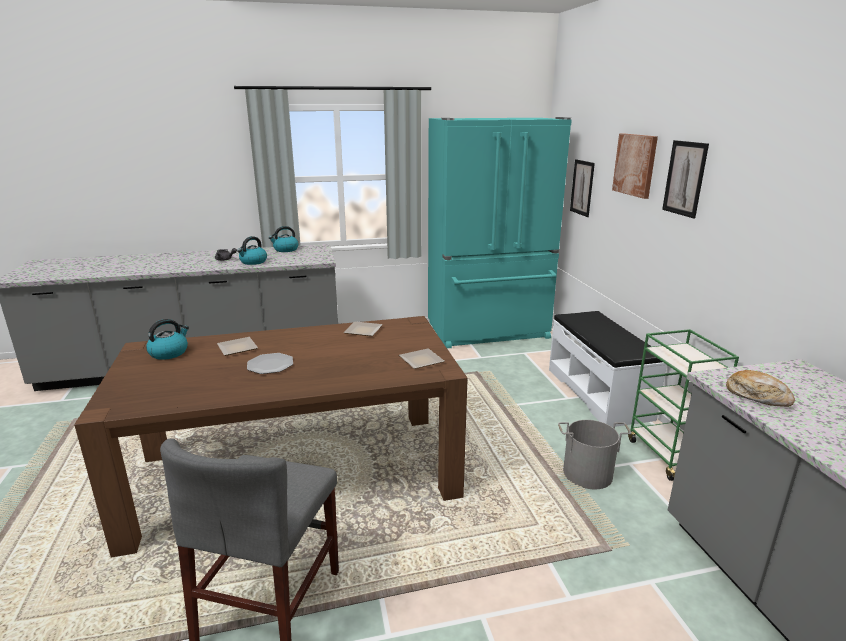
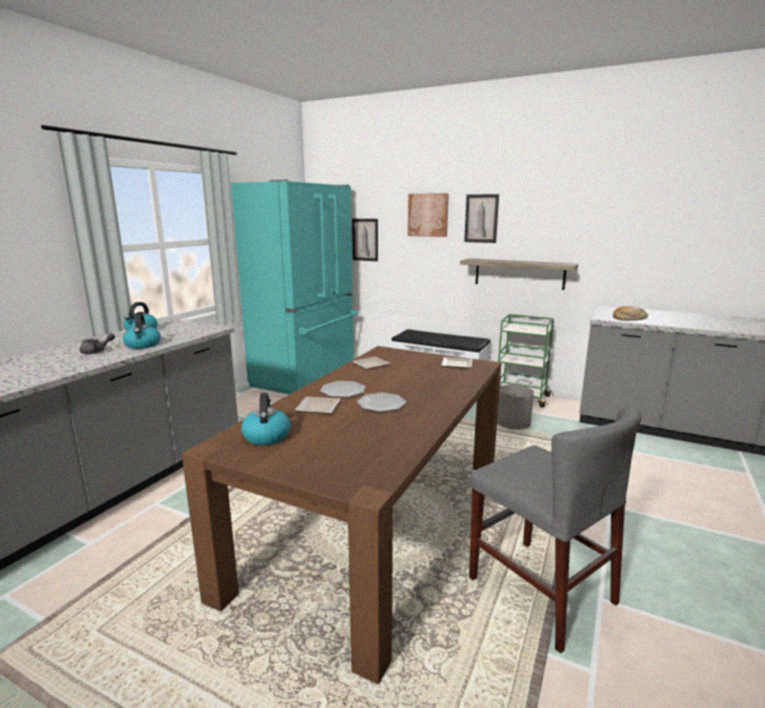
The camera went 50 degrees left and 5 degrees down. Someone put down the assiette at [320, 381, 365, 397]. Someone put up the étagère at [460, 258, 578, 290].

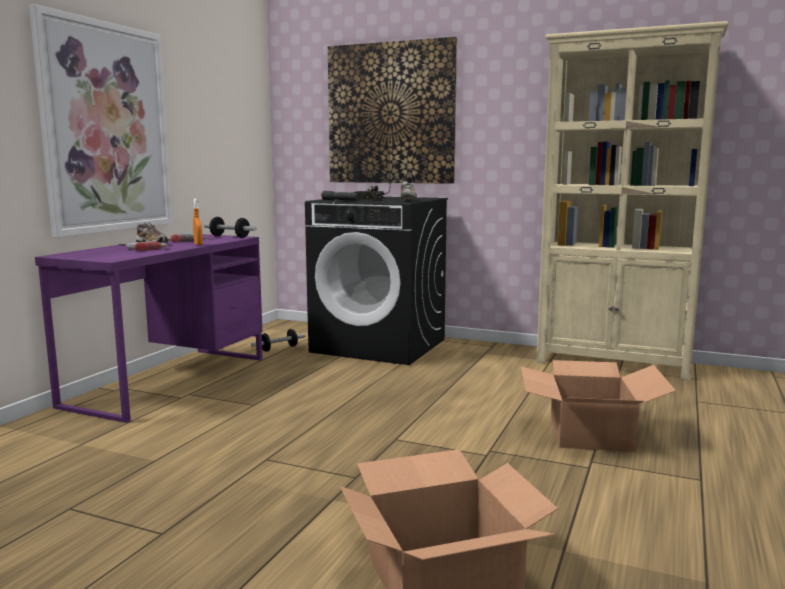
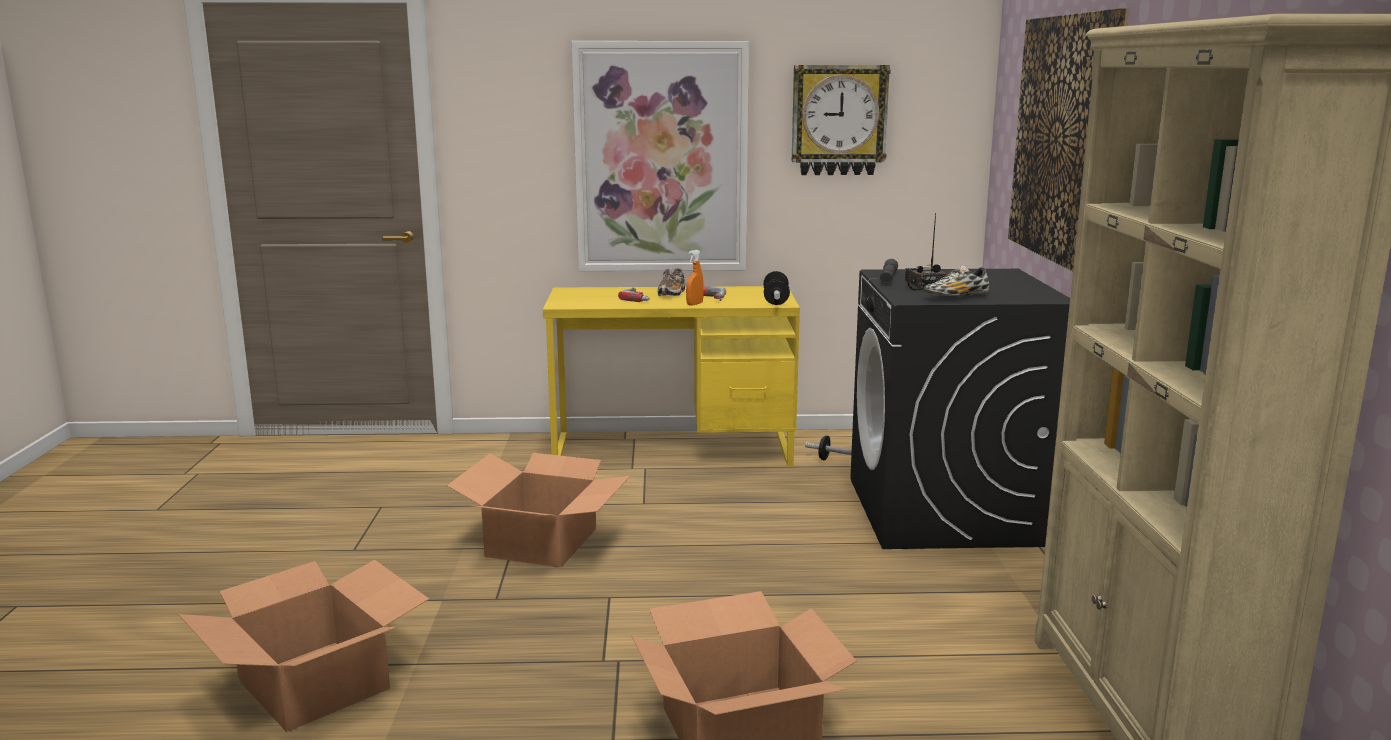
The camera went 65 degrees right and 5 degrees up. Someone put down the carton at [447, 453, 630, 568]. Someone repainted the bureau (violet) at [35, 234, 263, 423], which became the bureau (jaune) at [543, 286, 800, 466]. Someone put up the horloge murale at [792, 65, 891, 175].

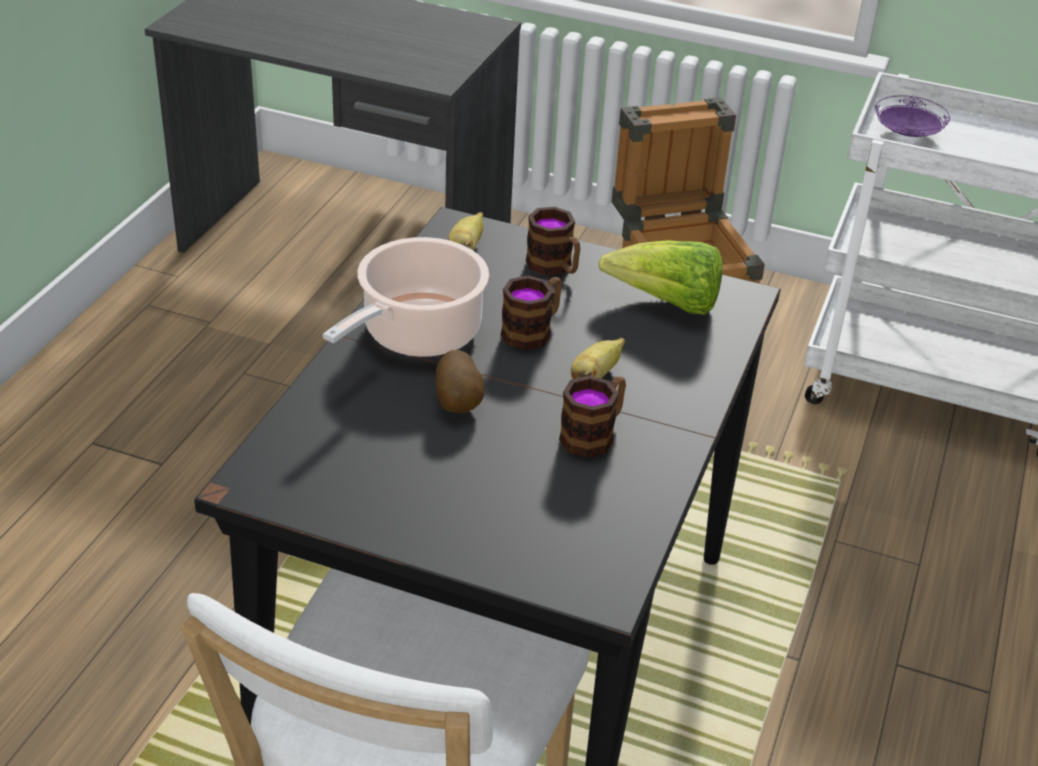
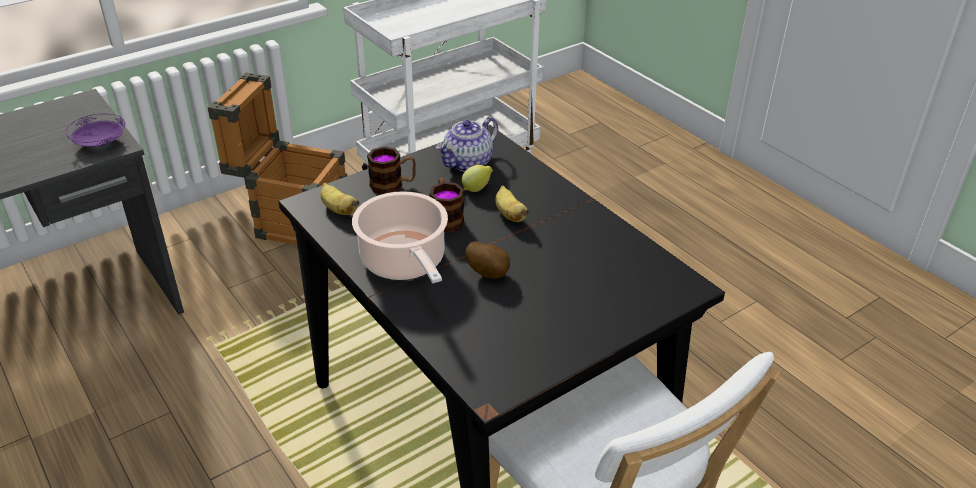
The camera went 55 degrees left and 0 degrees up. Someone carried the assiette (violet) from [875, 95, 950, 137] to [65, 113, 125, 147]. Someone swapped the laitue at [598, 240, 723, 315] for the théière at [436, 117, 498, 172]. Someone put down the citron at [462, 165, 493, 192]. Someone took away the mug at [559, 375, 626, 458].

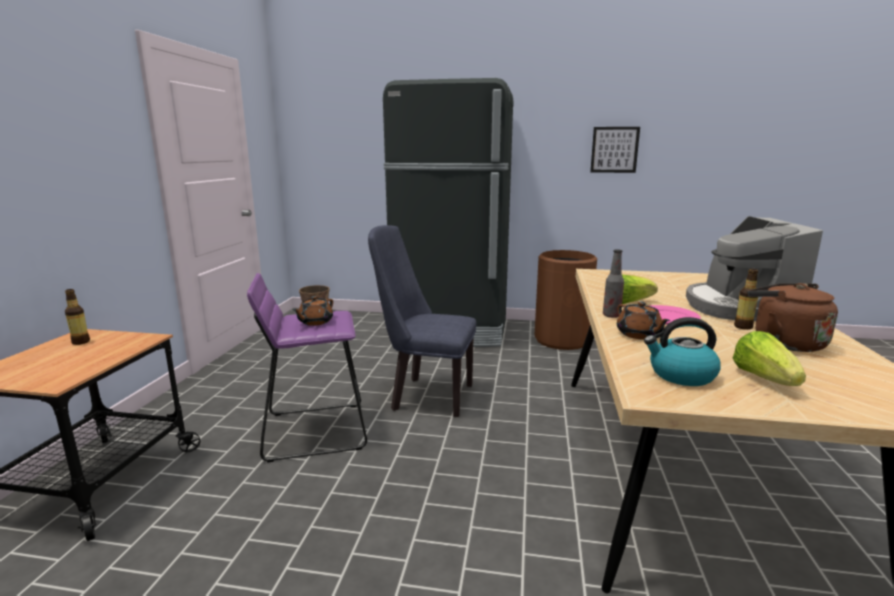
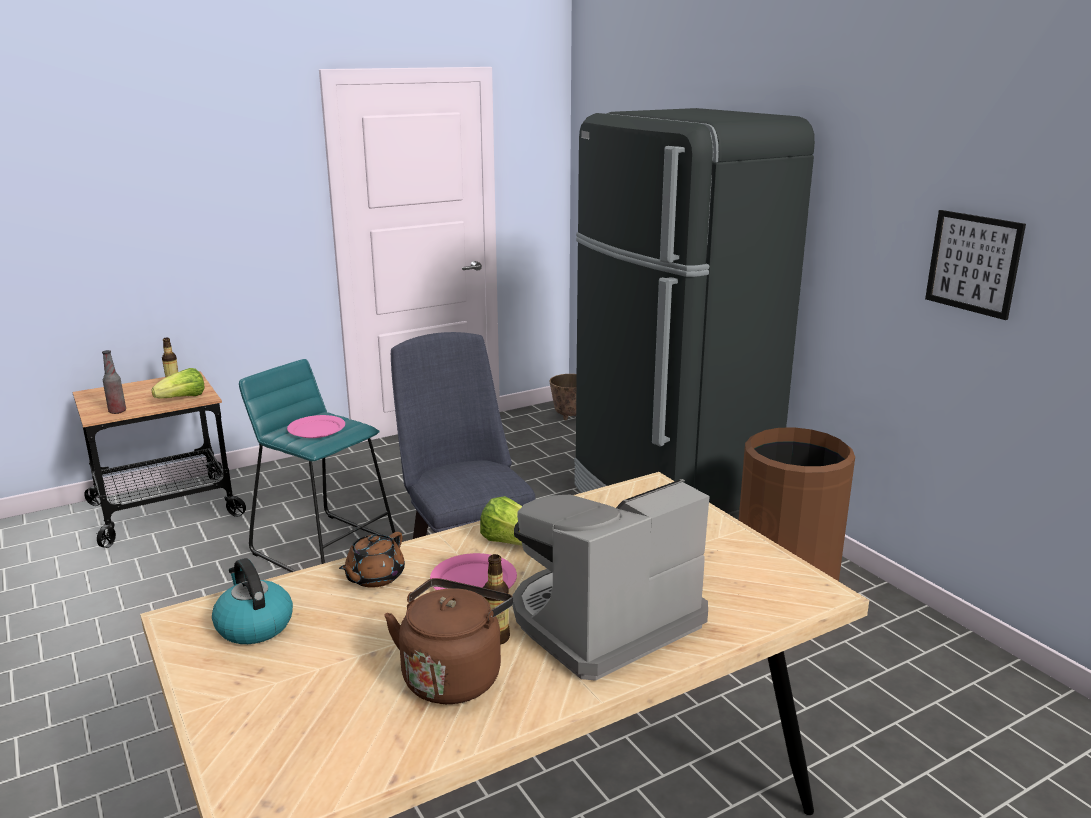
The camera went 50 degrees right and 5 degrees up. Someone carried the bouteille from [603, 249, 624, 318] to [102, 350, 126, 414]. Someone carried the laitue from [732, 331, 806, 386] to [152, 368, 205, 398]. Someone repainted the tabouret (violet) at [247, 273, 367, 463], which became the tabouret (turquoise) at [239, 359, 397, 572]. Someone swapped the théière (marron) at [292, 296, 333, 326] for the assiette (rose) at [287, 415, 345, 438].

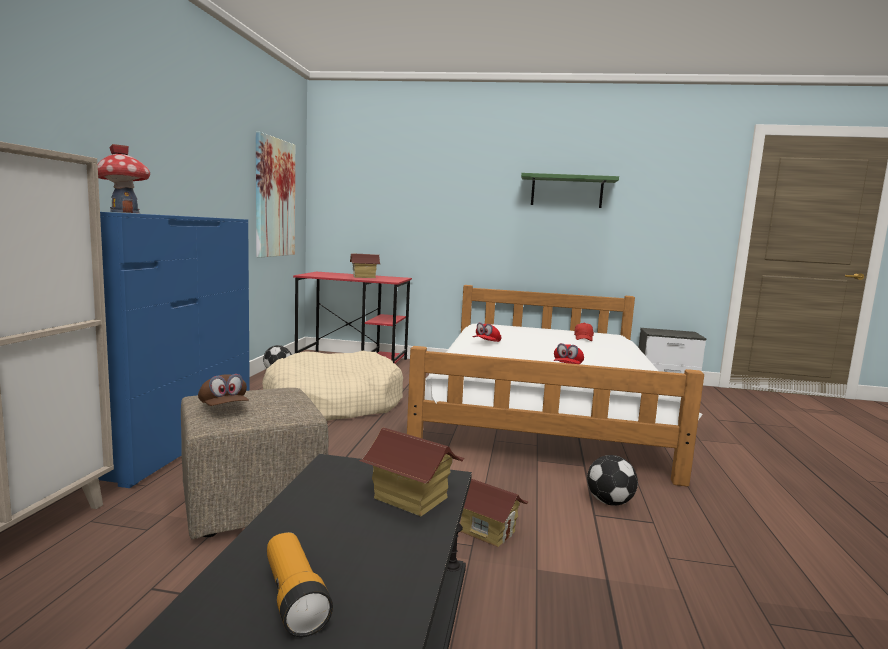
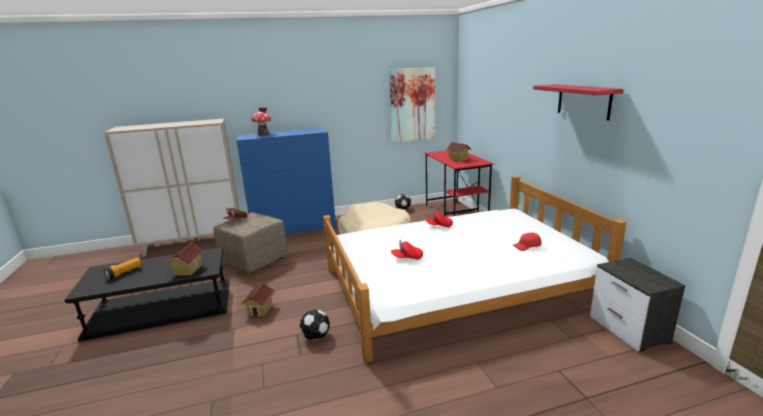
The camera went 65 degrees right and 10 degrees up. Someone repainted the étagère (vert) at [521, 173, 619, 208], which became the étagère (rouge) at [533, 84, 623, 121].

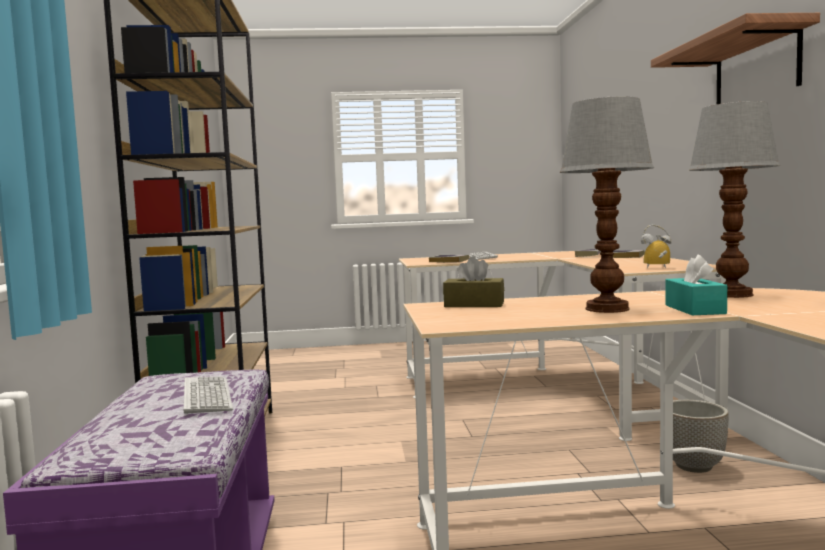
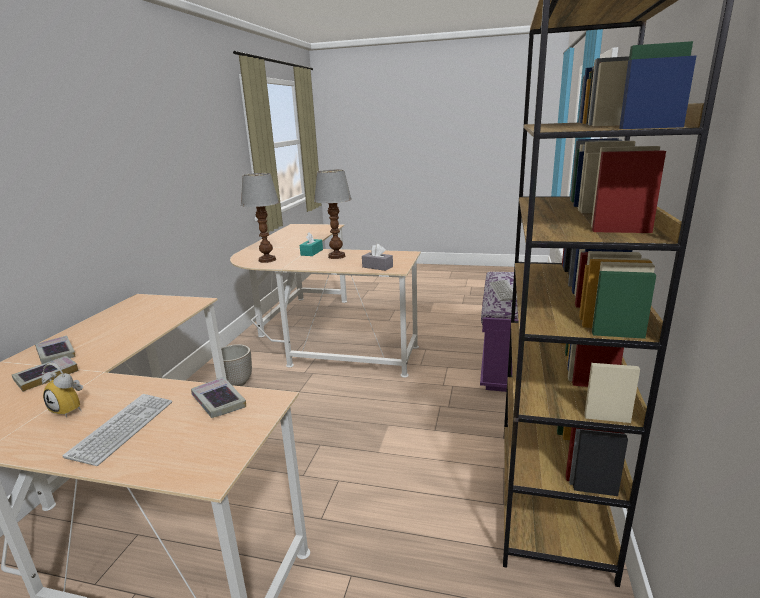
The camera went 160 degrees left and 15 degrees up. Someone carried the réveil from [641, 225, 671, 269] to [42, 363, 83, 417]. Someone repainted the boîte à mouchoirs (marron) at [443, 256, 504, 307], which became the boîte à mouchoirs (gris) at [362, 244, 393, 271]. Someone took away the étagère at [651, 13, 820, 104].

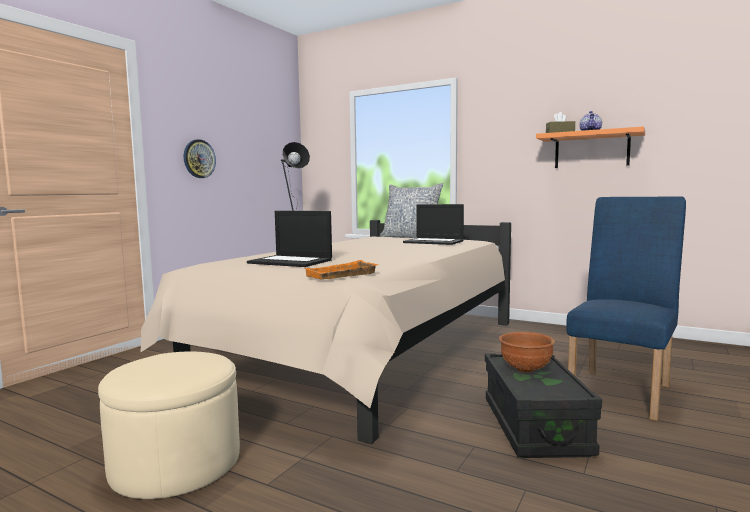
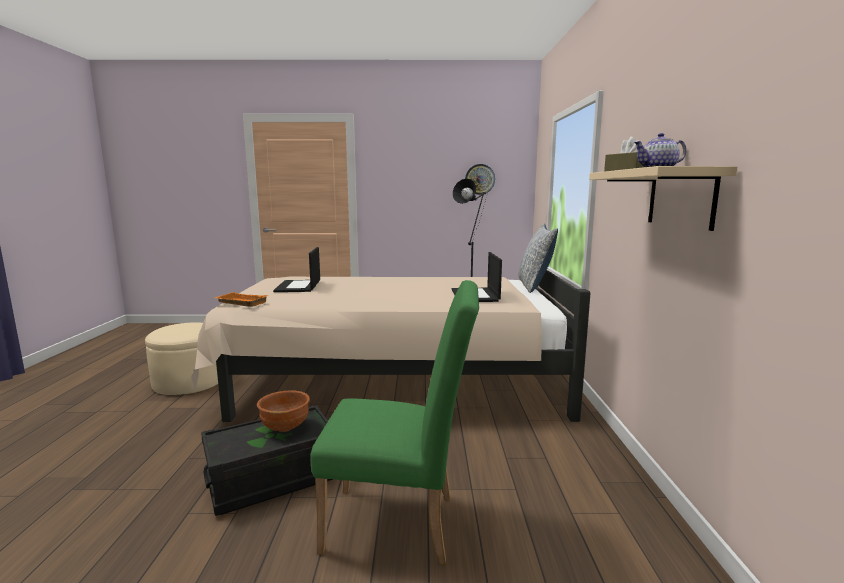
The camera went 60 degrees right and 5 degrees up. Someone repainted the chaise (bleu) at [566, 197, 686, 421], which became the chaise (vert) at [310, 280, 479, 565]. Someone carried the horloge murale from [184, 139, 216, 178] to [465, 164, 495, 195]. Someone repainted the étagère (orange) at [536, 126, 645, 168], which became the étagère (beige) at [589, 166, 738, 231].

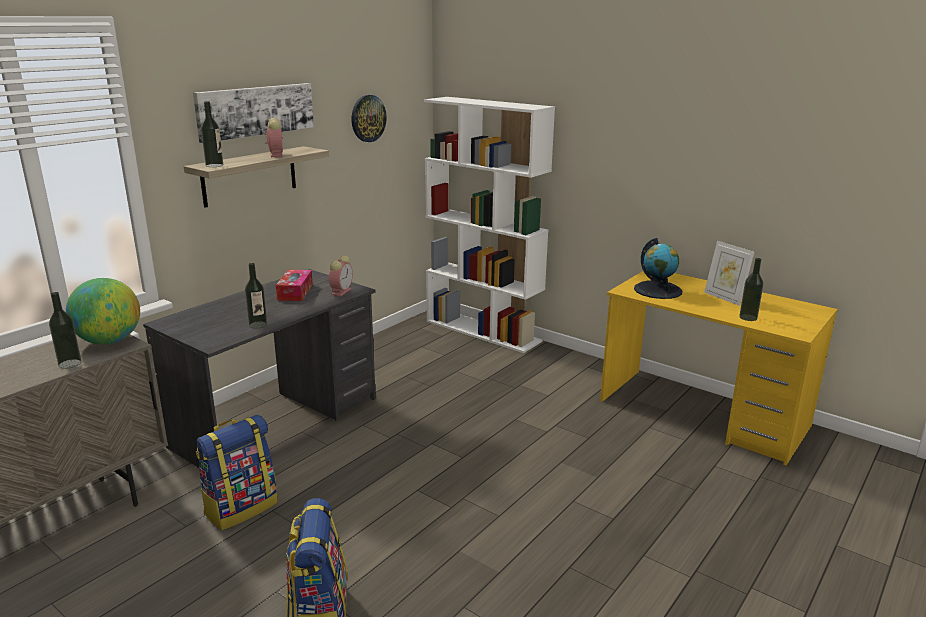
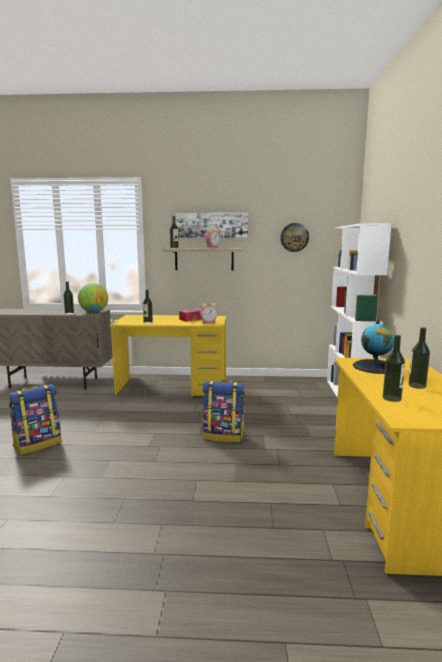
The camera went 55 degrees right and 10 degrees down. Someone repainted the bureau (gris) at [143, 269, 376, 468], which became the bureau (jaune) at [110, 315, 226, 397]. Someone carried the sac à dos from [196, 415, 278, 530] to [203, 380, 245, 443]. Someone swapped the cadre photo at [704, 241, 754, 306] for the bouteille at [409, 327, 430, 389].

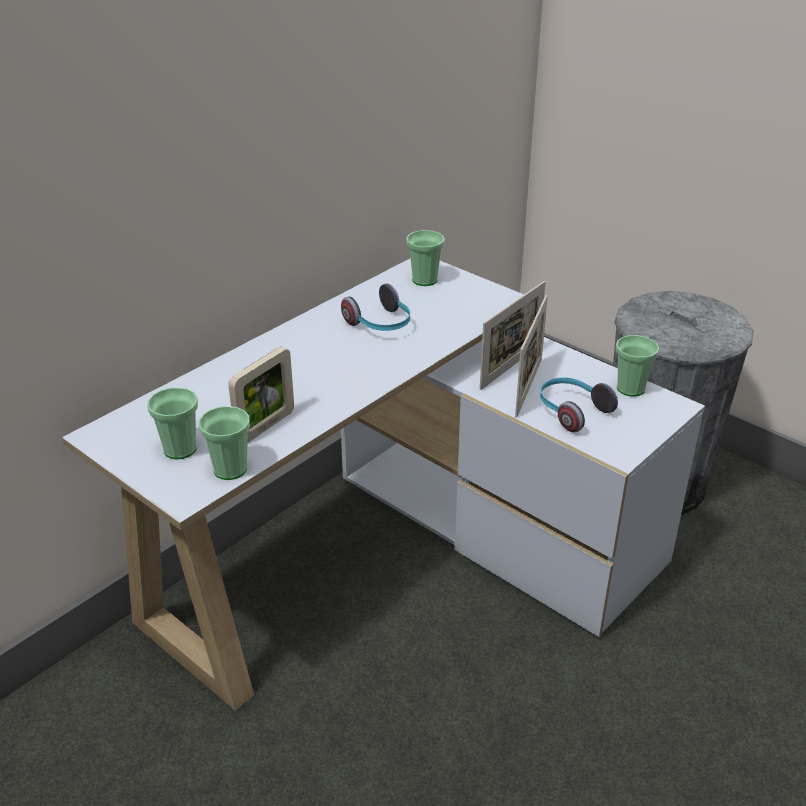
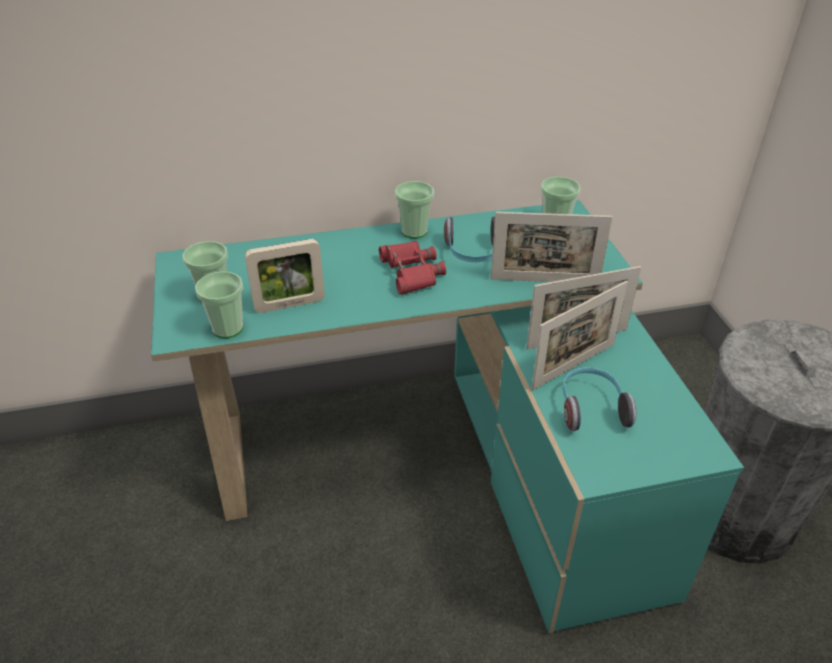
The camera went 35 degrees right and 5 degrees up. Someone repainted the bureau (blanc) at [62, 258, 705, 710], which became the bureau (turquoise) at [151, 200, 744, 633]. Someone put down the jumelles (rouge) at [379, 241, 446, 295]. Someone carried the tasse from [616, 335, 659, 397] to [395, 181, 434, 239]. Someone put down the cadre photo at [490, 212, 613, 282].

